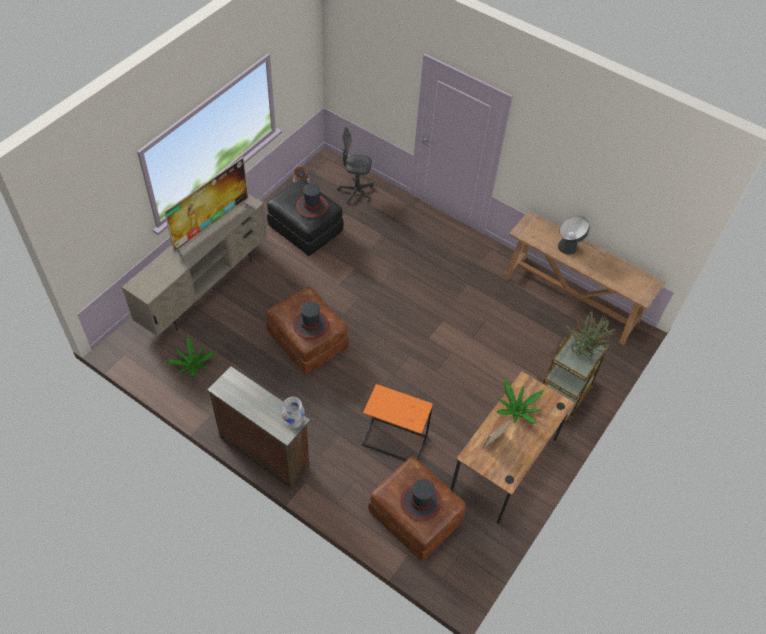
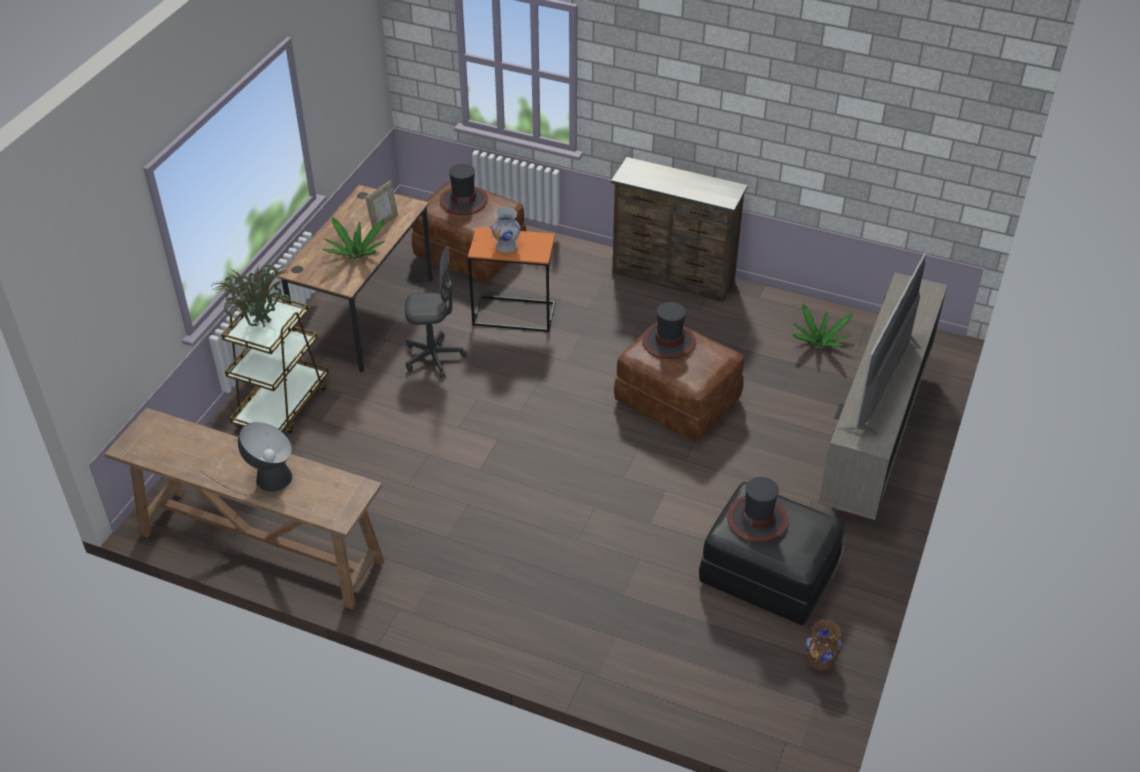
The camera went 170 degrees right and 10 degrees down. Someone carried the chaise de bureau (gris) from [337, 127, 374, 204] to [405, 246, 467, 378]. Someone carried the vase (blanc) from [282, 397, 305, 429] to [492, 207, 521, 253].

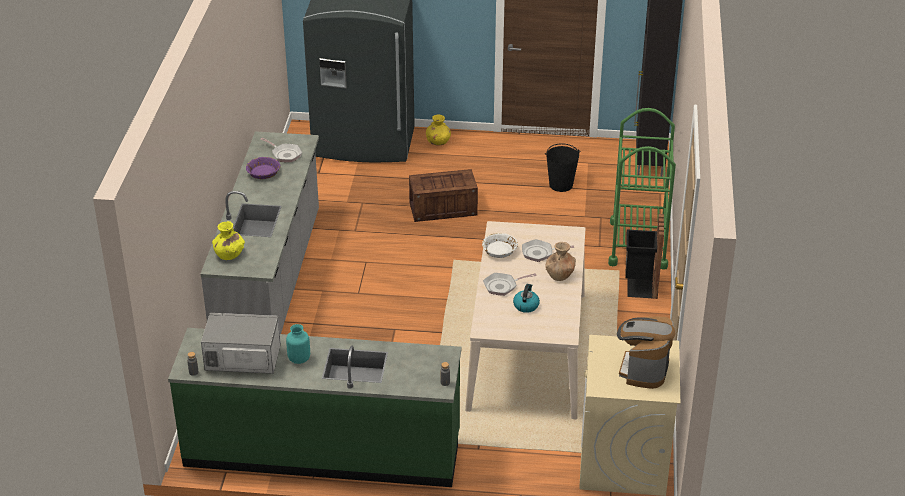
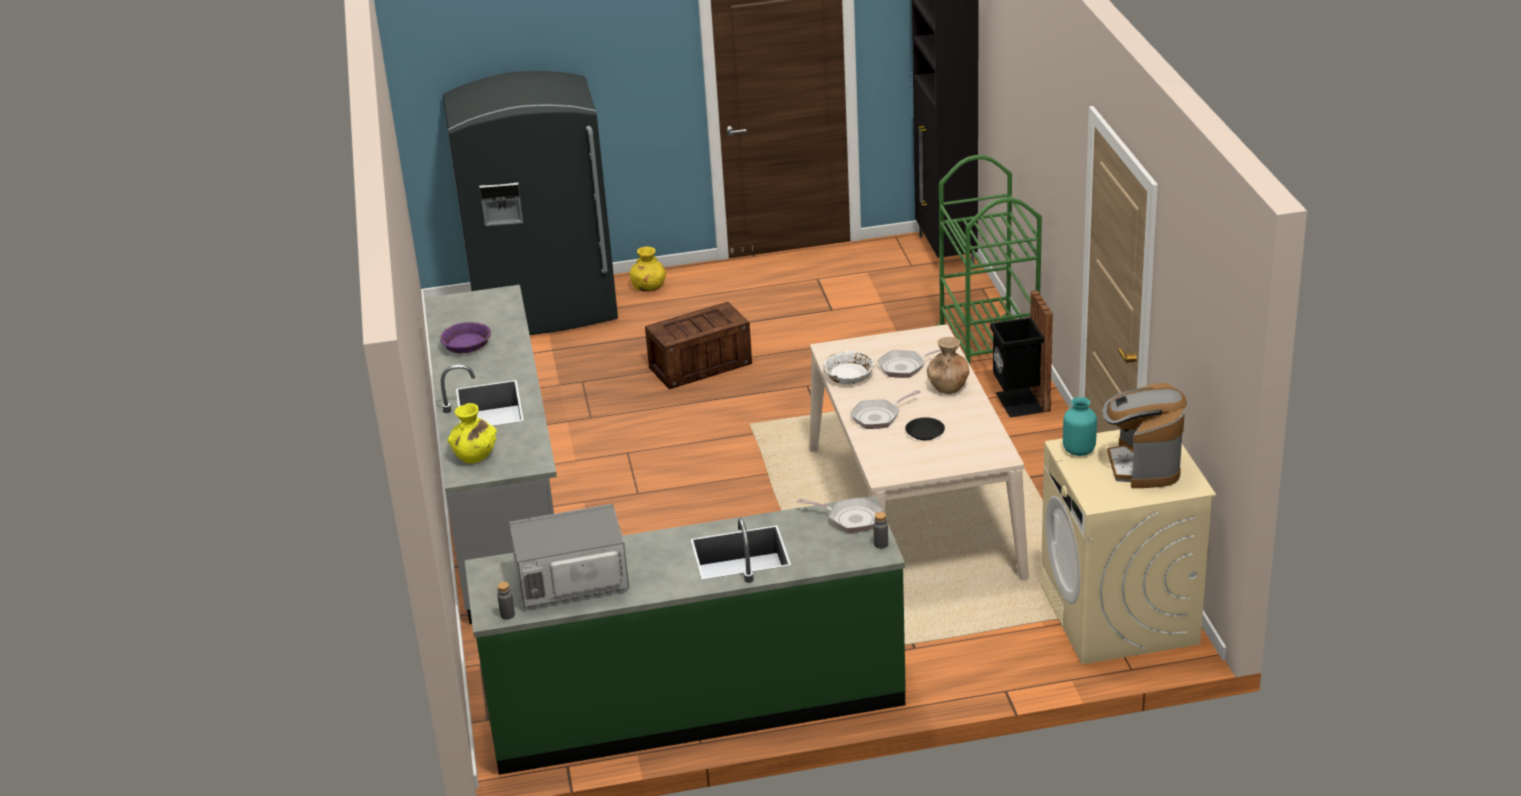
The camera went 15 degrees left and 5 degrees down. Someone carried the poêle from [260, 138, 302, 162] to [797, 497, 882, 533]. Someone swapped the bouilloire at [513, 284, 540, 313] for the assiette (noir) at [905, 417, 945, 440]. Someone carried the vase (turquoise) from [286, 324, 310, 364] to [1063, 397, 1097, 456]. Someone took away the seau (noir) at [545, 143, 580, 192].

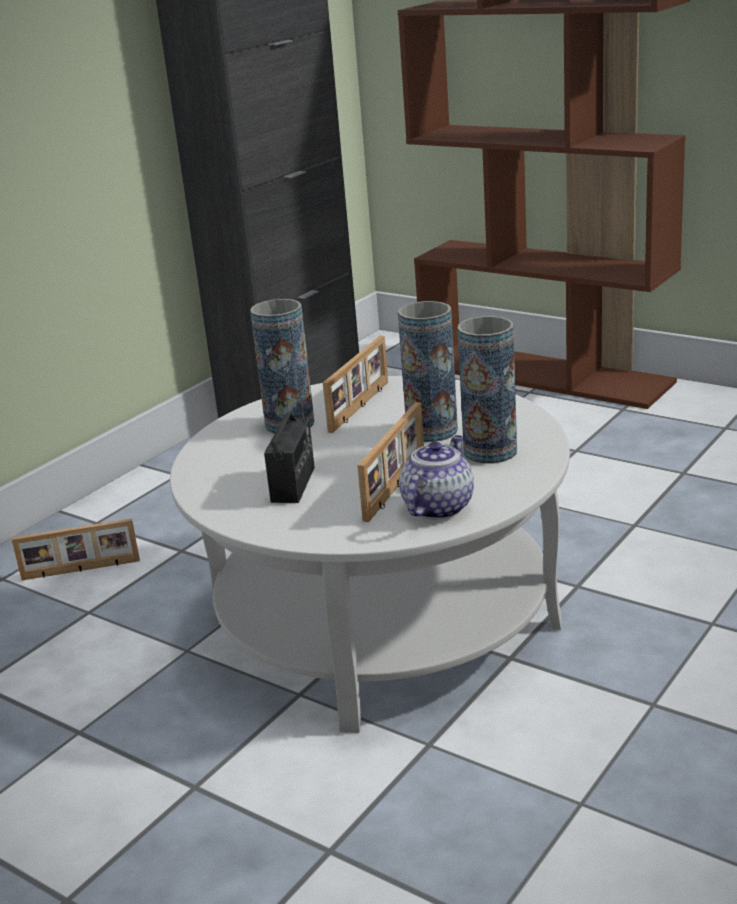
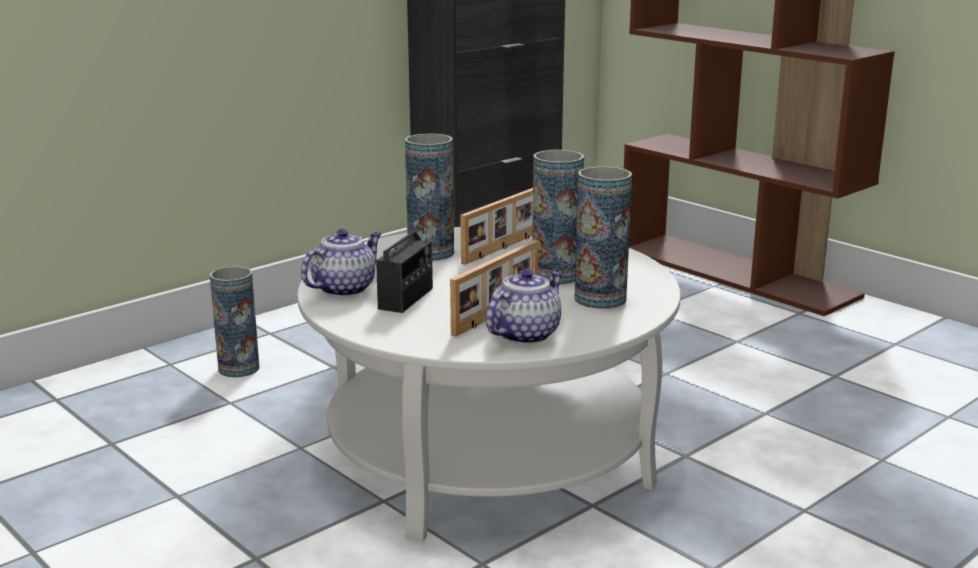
The camera went 10 degrees right and 5 degrees down. Someone swapped the cadre photo at [12, 518, 140, 581] for the vase at [210, 266, 259, 377]. Someone put down the théière at [301, 229, 381, 297].

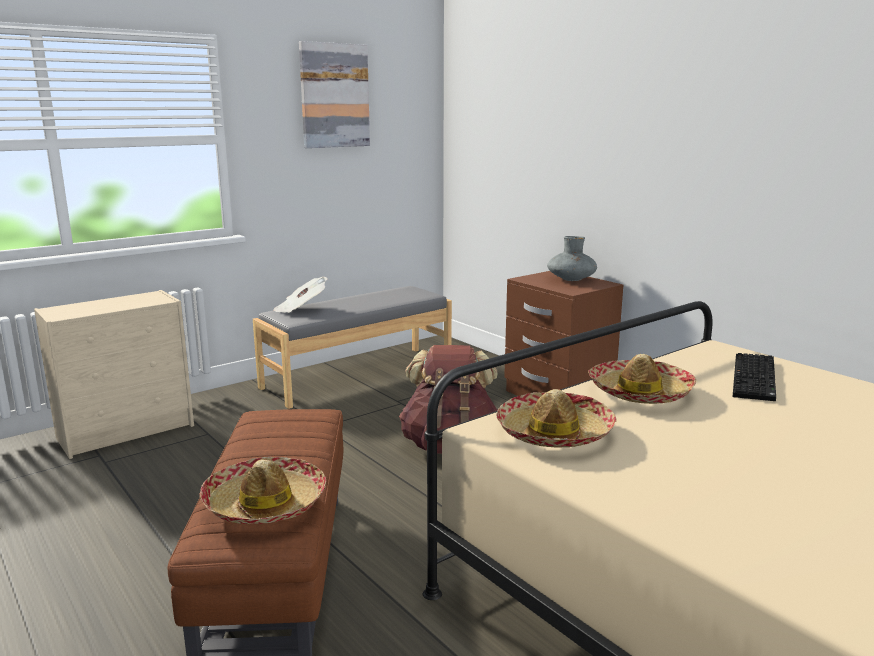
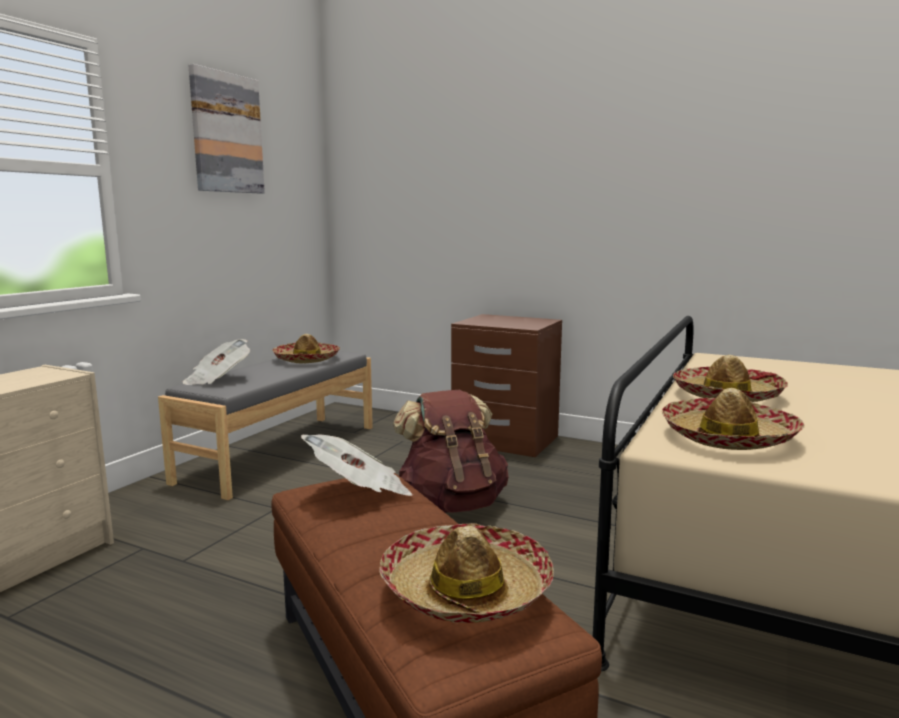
The camera went 25 degrees left and 5 degrees down. Someone put down the chapeau at [272, 334, 340, 363]. Someone put down the journal at [301, 434, 413, 496]. Someone took away the vase (gris) at [547, 236, 597, 281]. Someone took away the clavier at [733, 353, 776, 401].

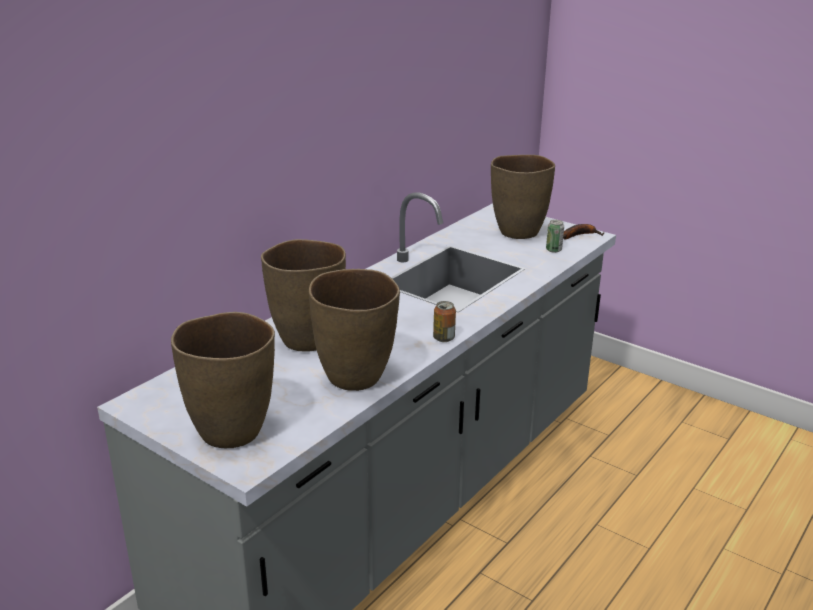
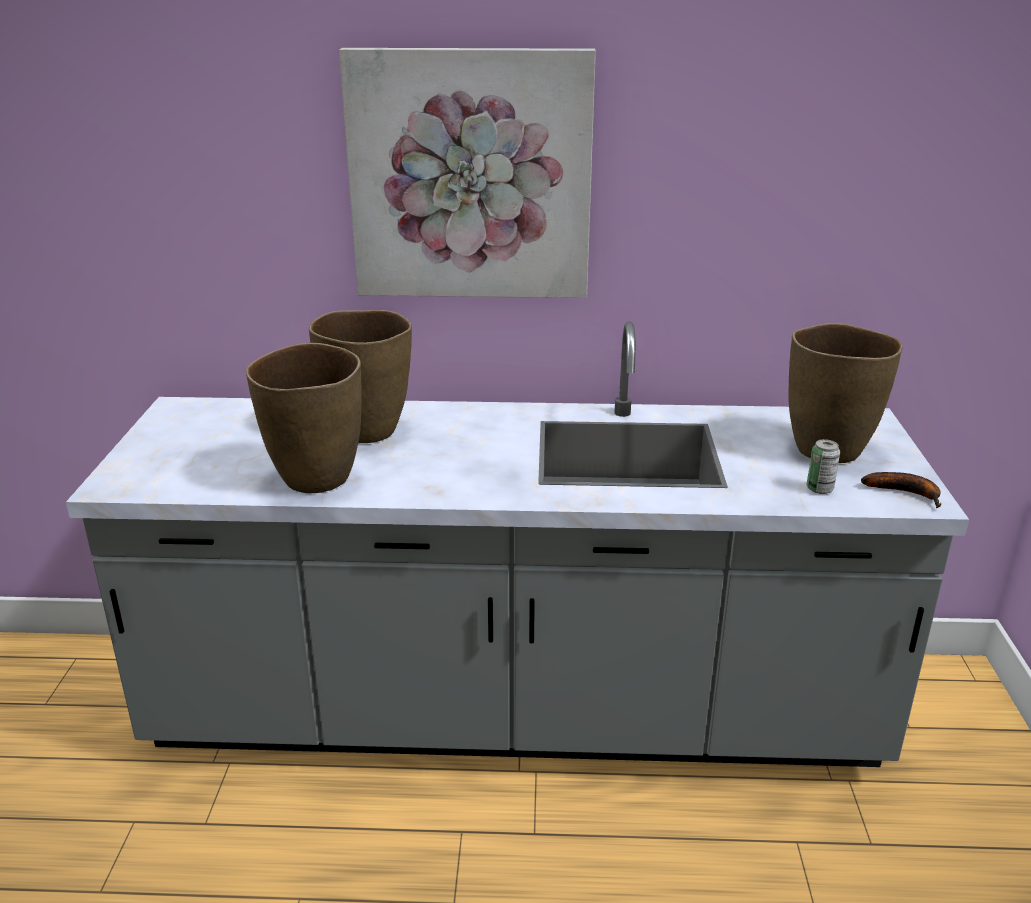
The camera went 55 degrees right and 0 degrees up. Someone put up the tableau at [339, 48, 596, 298]. Someone took away the vase (marron) at [171, 312, 275, 448]. Someone took away the boîte métallique at [433, 301, 456, 342].

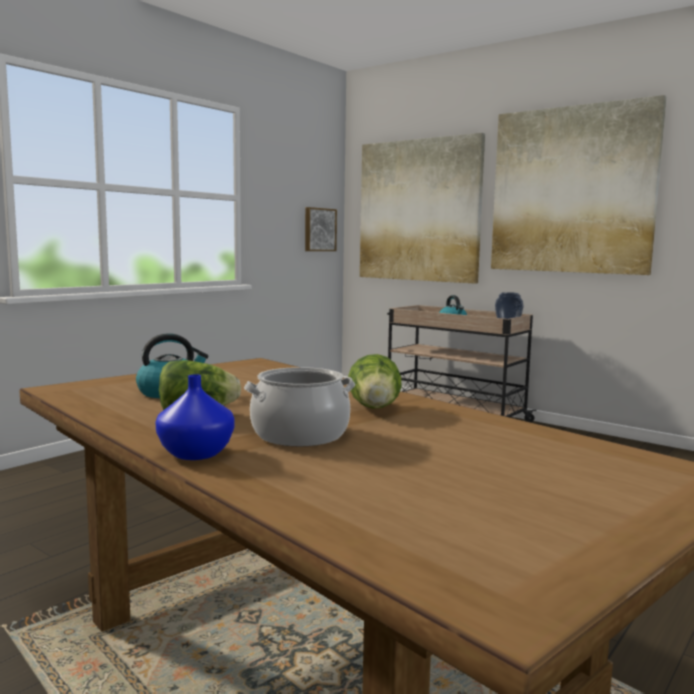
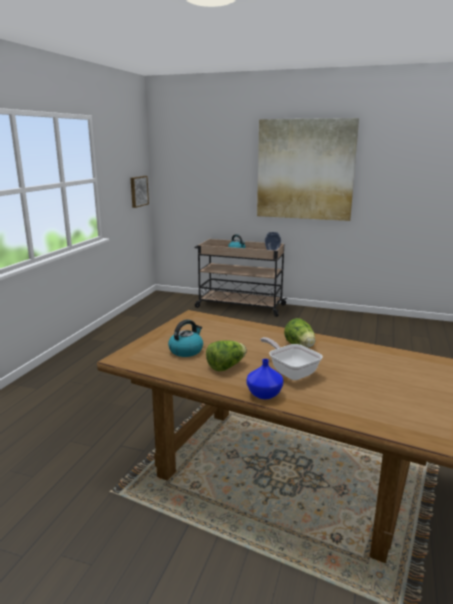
The camera went 20 degrees left and 10 degrees up. Someone swapped the marmite at [244, 367, 355, 446] for the poêle at [260, 337, 323, 380]. Someone took away the tableau at [360, 133, 485, 284].

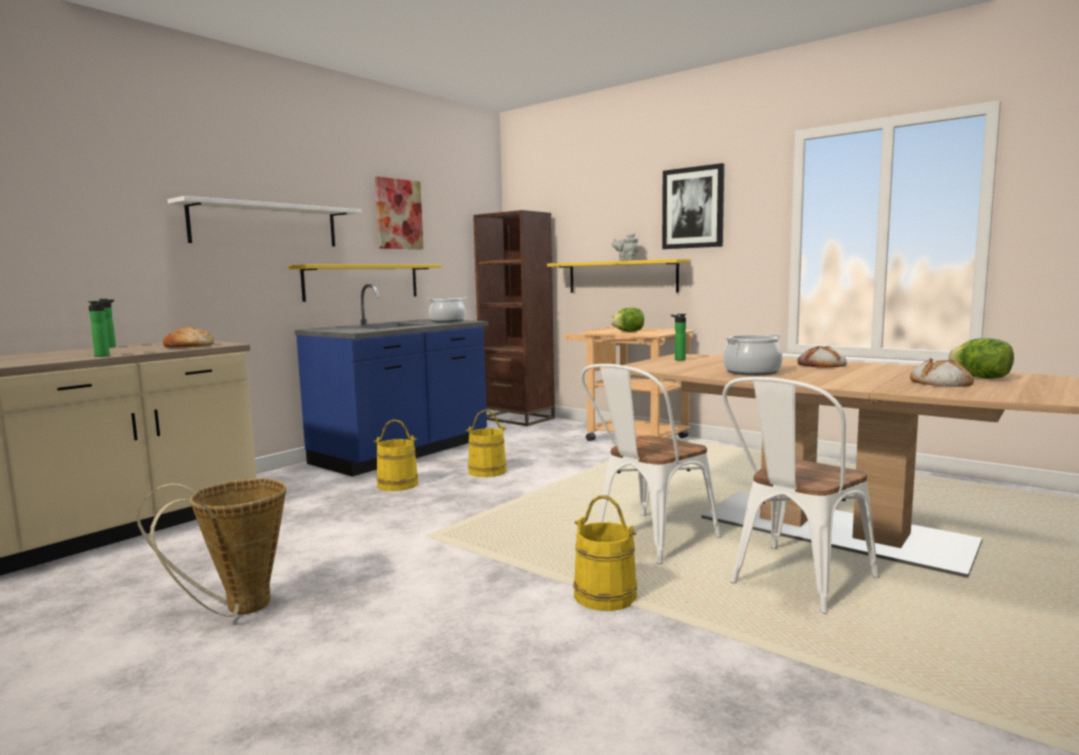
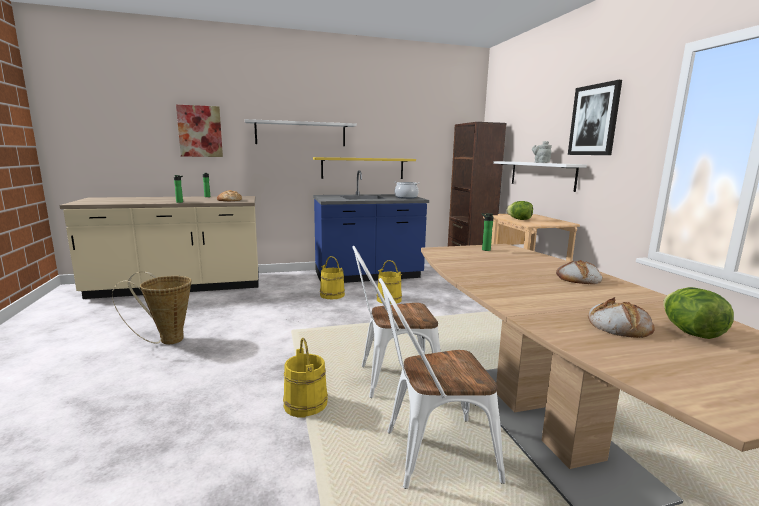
The camera went 35 degrees right and 5 degrees up. Someone carried the tableau from [375, 176, 423, 249] to [176, 105, 223, 157]. Someone repainted the étagère (jaune) at [547, 259, 690, 293], which became the étagère (blanc) at [493, 161, 587, 192]. Someone took away the marmite at [723, 334, 783, 376].

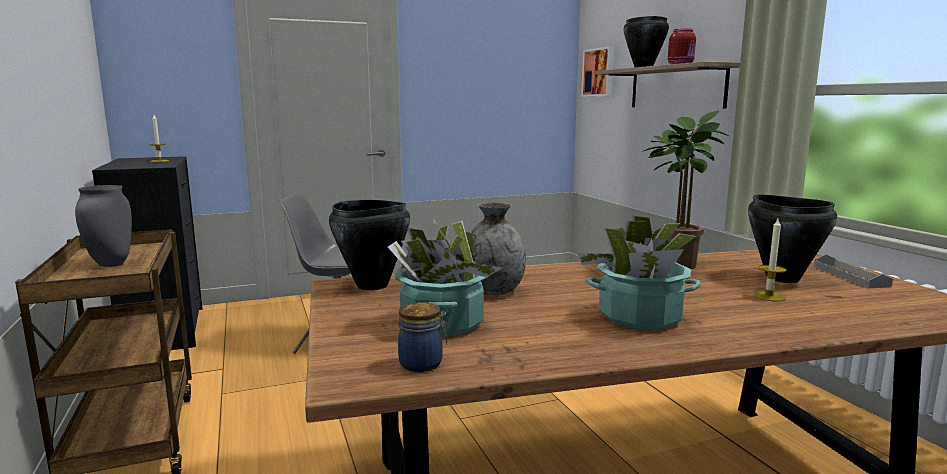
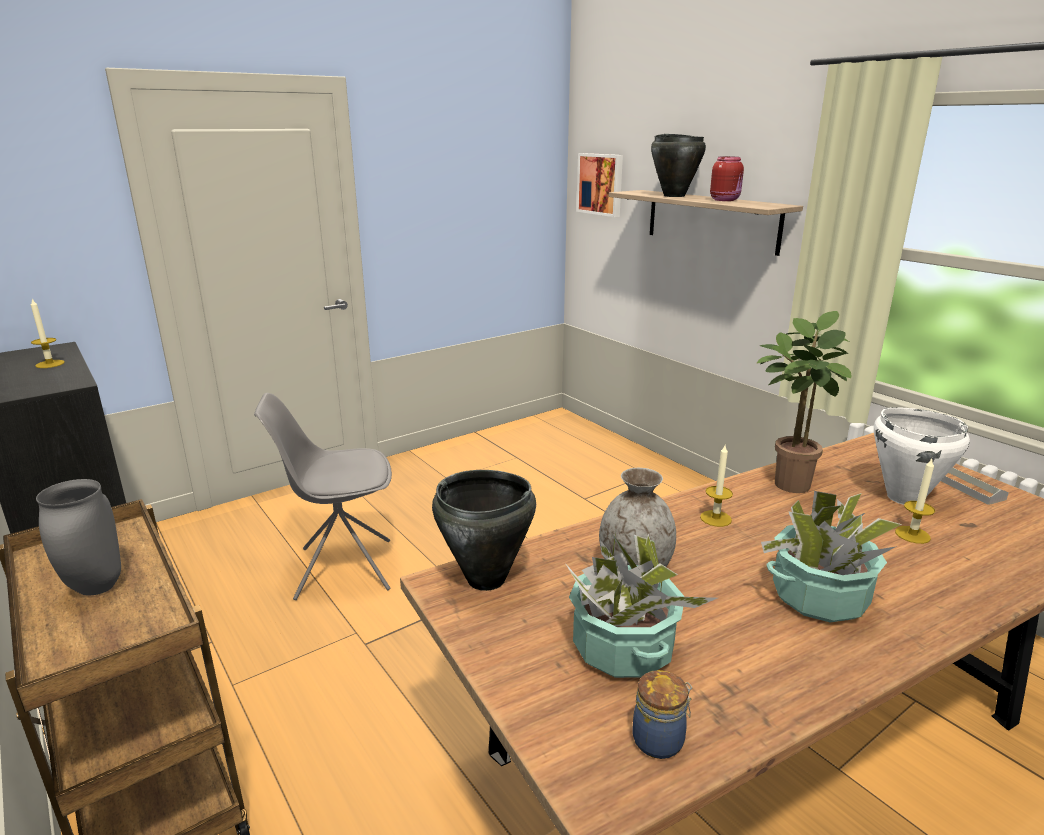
The camera went 15 degrees left and 10 degrees up. Someone put down the bougie at [700, 445, 733, 527]. Someone repainted the marmite (noir) at [748, 195, 837, 283], which became the marmite (blanc) at [874, 407, 970, 505].

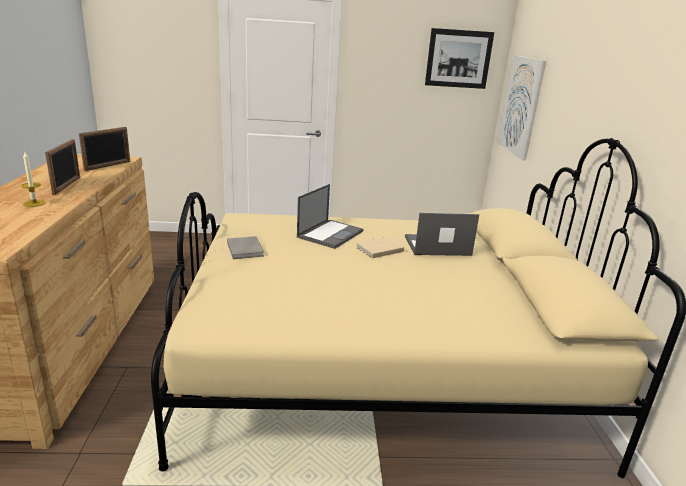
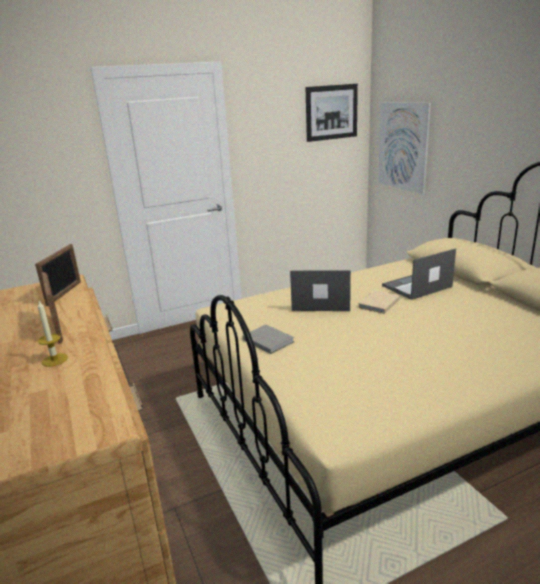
The camera went 20 degrees left and 0 degrees up. Someone rotated the ordinateur portable at [297, 184, 363, 249] by 90 degrees counterclockwise.

